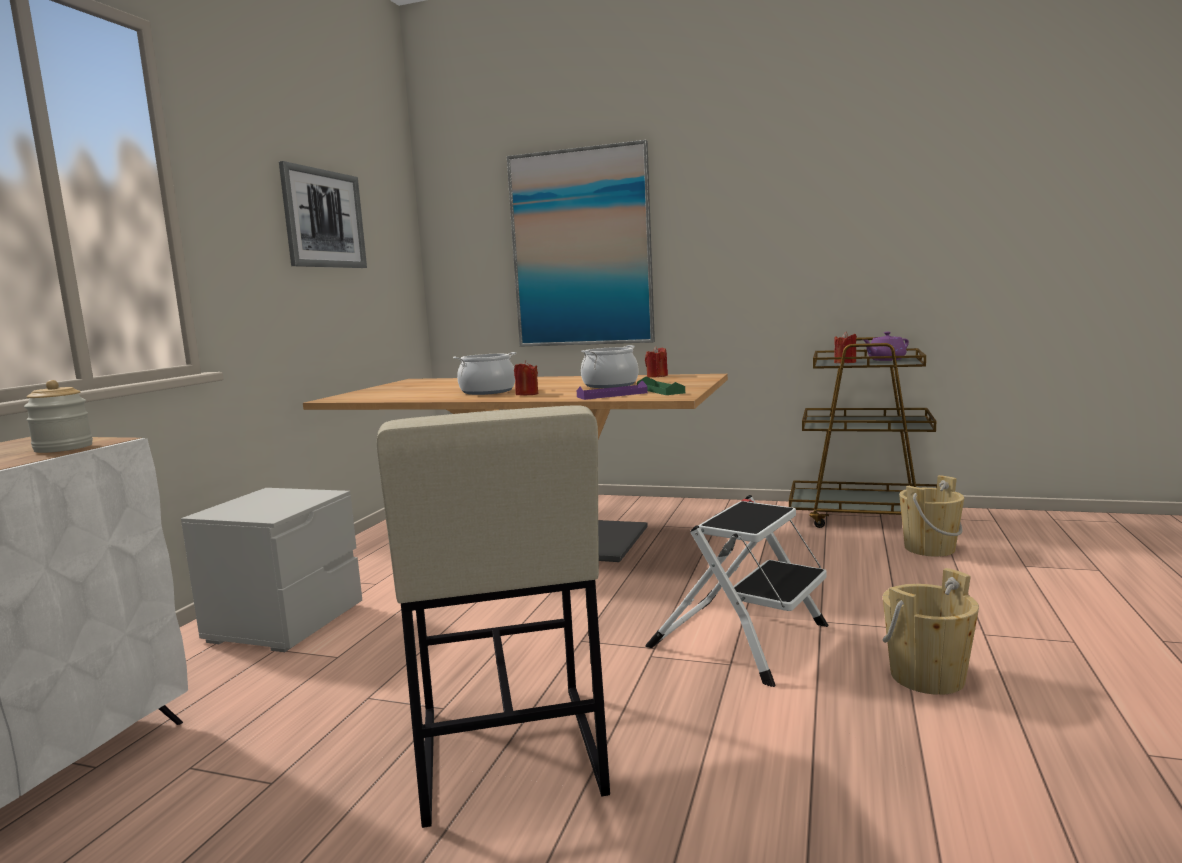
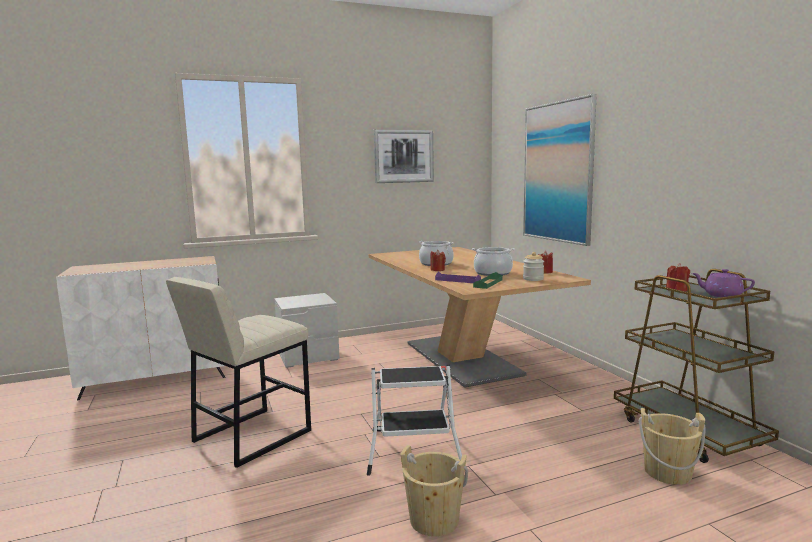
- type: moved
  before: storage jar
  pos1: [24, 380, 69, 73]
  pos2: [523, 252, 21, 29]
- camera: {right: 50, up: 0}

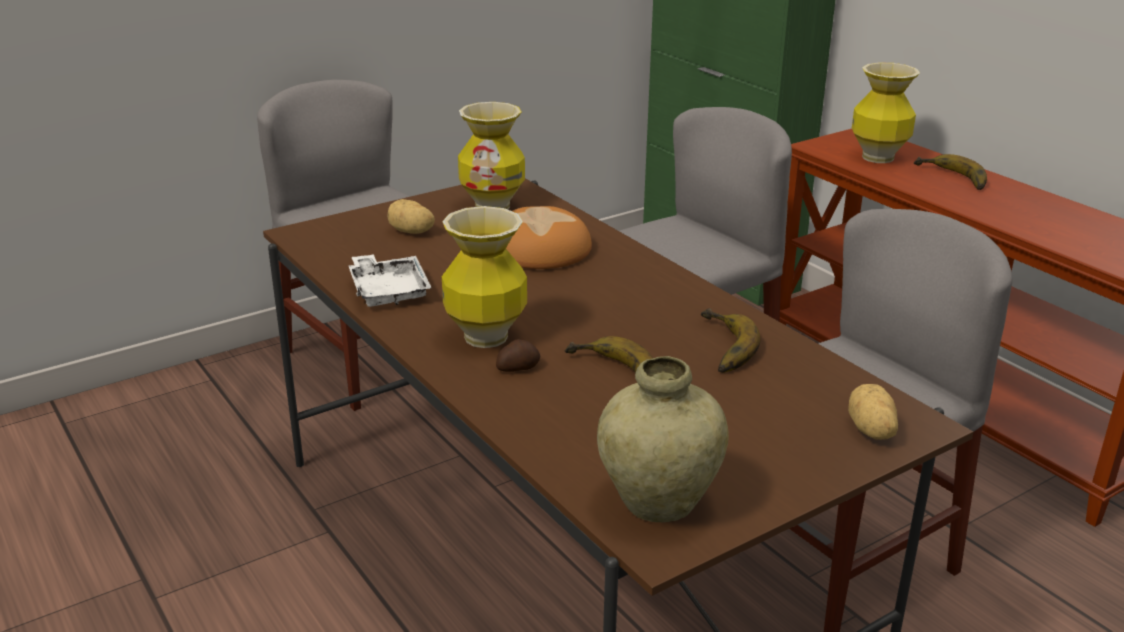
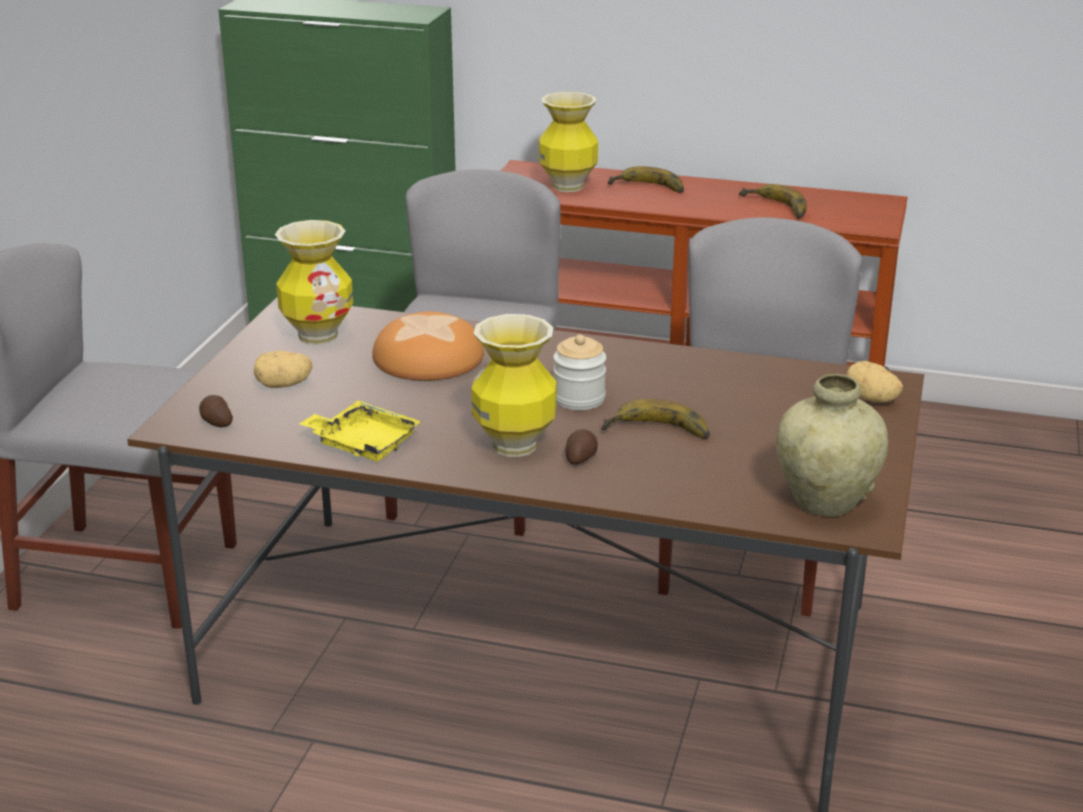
- type: recoloured
  before: whitish serving tray
  after: yellowish serving tray
  pos1: [349, 254, 83, 53]
  pos2: [299, 400, 122, 62]
- type: moved
  before: banana
  pos1: [701, 308, 60, 65]
  pos2: [739, 184, 68, 34]
- type: added
  after: storage jar
  pos2: [553, 334, 53, 76]
- type: added
  after: potato
  pos2: [199, 395, 34, 32]
- camera: {right: -40, up: 0}

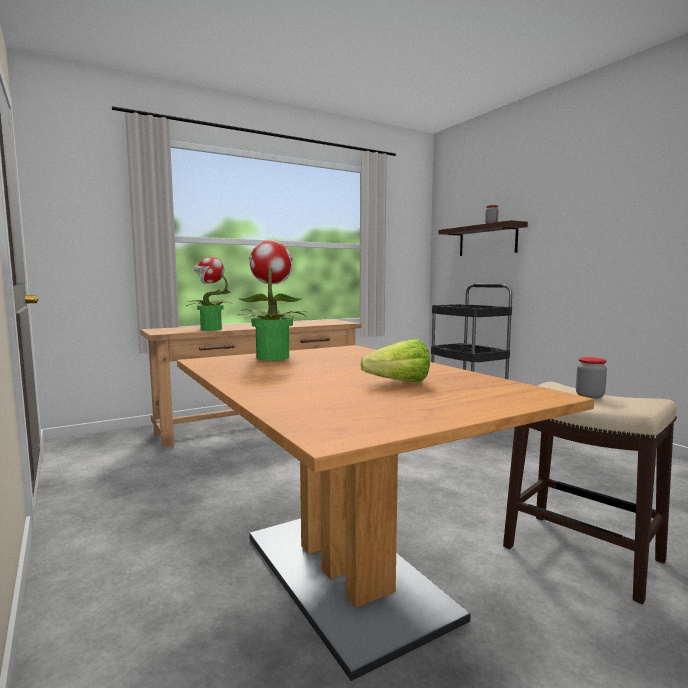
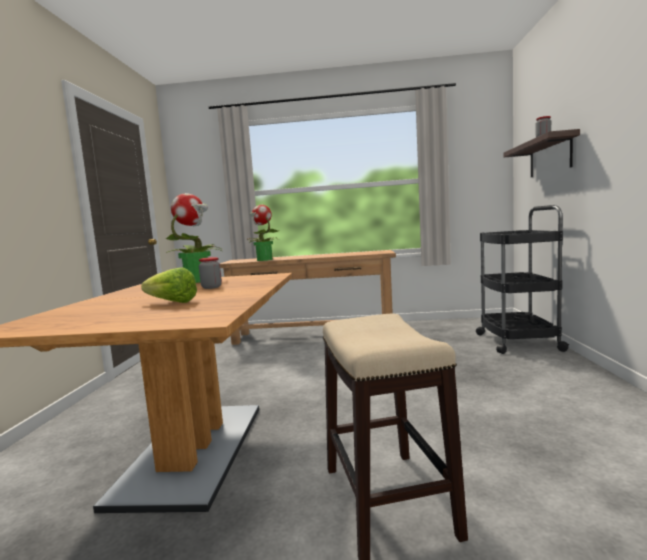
- type: moved
  before: storage jar
  pos1: [576, 357, 31, 42]
  pos2: [199, 257, 23, 32]
- camera: {right: 35, up: 0}

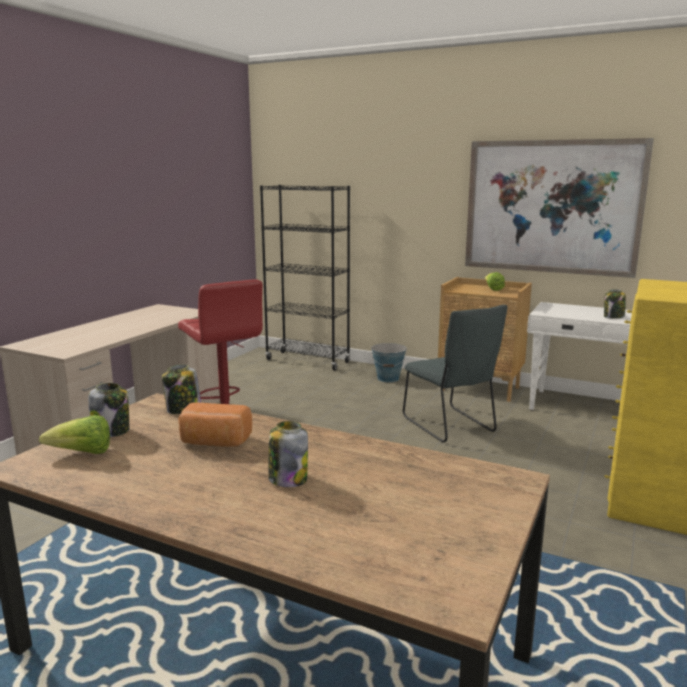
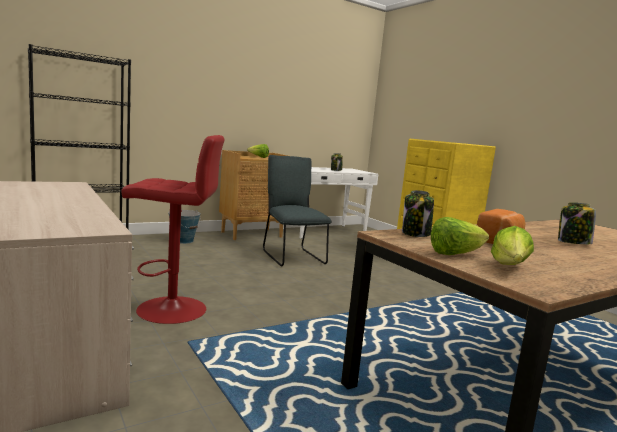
- type: removed
  before: picture
  pos1: [465, 138, 189, 140]
- type: turned
  before: greyish upright chair
  pos1: [403, 305, 104, 138]
  pos2: [263, 155, 69, 111]
  turn: -120
- type: replaced
  before: storage jar
  after: head of lettuce
  pos1: [89, 383, 40, 54]
  pos2: [431, 217, 58, 38]
- camera: {right: -60, up: -5}

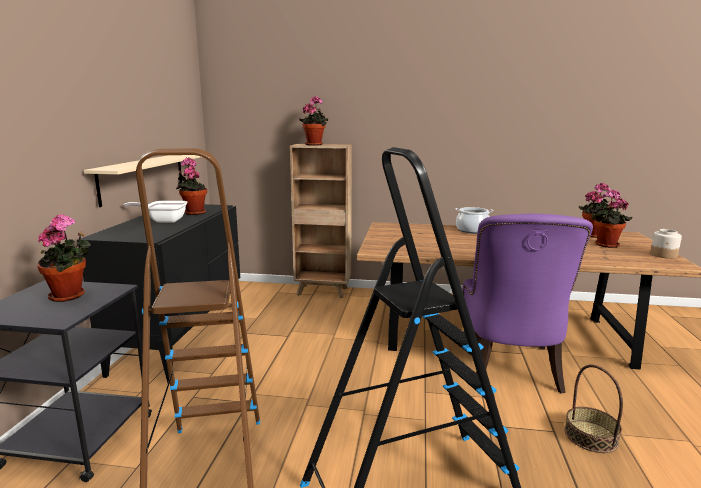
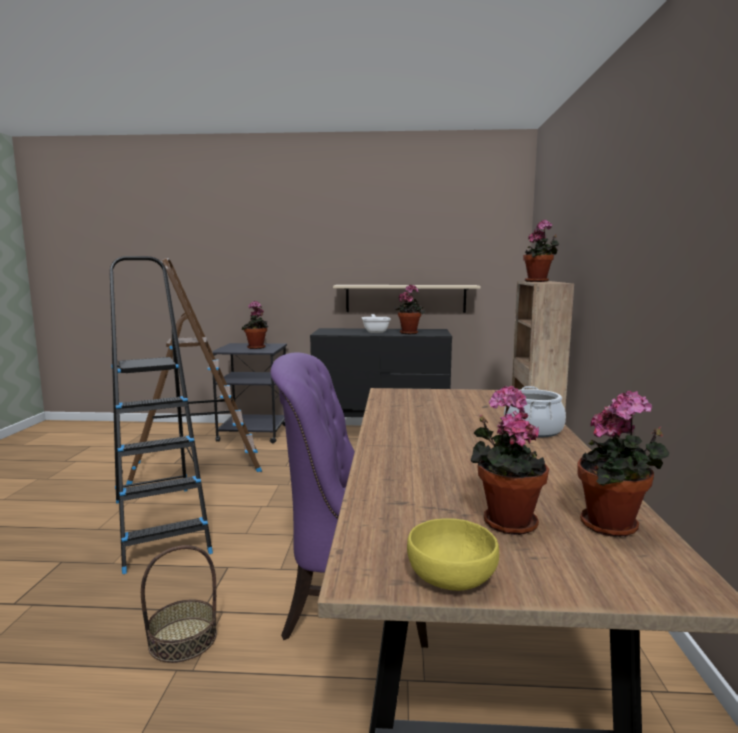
- type: replaced
  before: storage jar
  after: yellowish deep dish
  pos1: [650, 229, 32, 30]
  pos2: [407, 518, 92, 73]
- camera: {right: 85, up: -5}

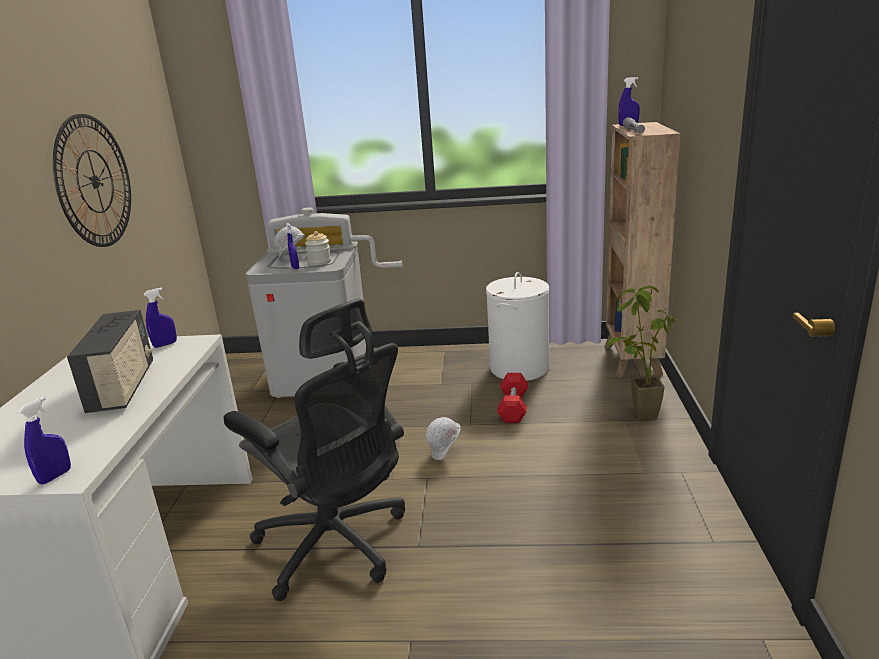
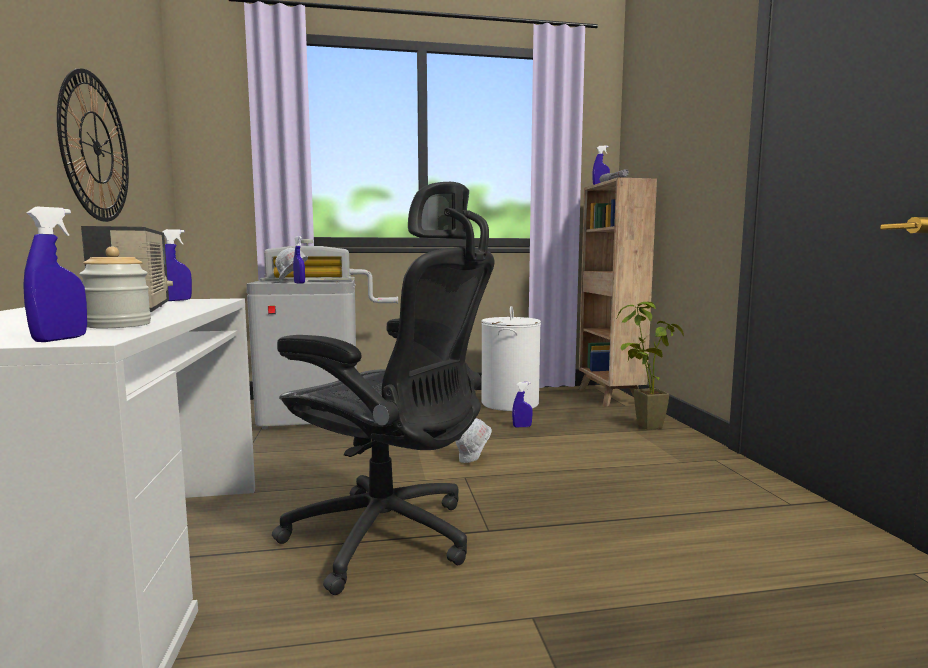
- type: moved
  before: storage jar
  pos1: [305, 231, 26, 35]
  pos2: [79, 247, 72, 81]
- type: replaced
  before: red-coloured free weight
  after: blue-coloured spray bottle
  pos1: [497, 373, 31, 50]
  pos2: [512, 382, 21, 45]
- camera: {right: -15, up: -15}

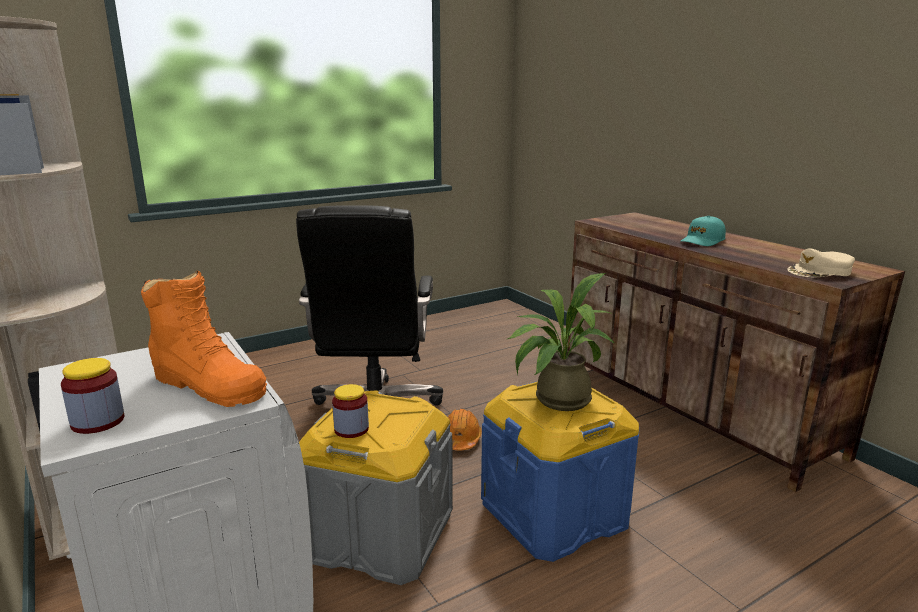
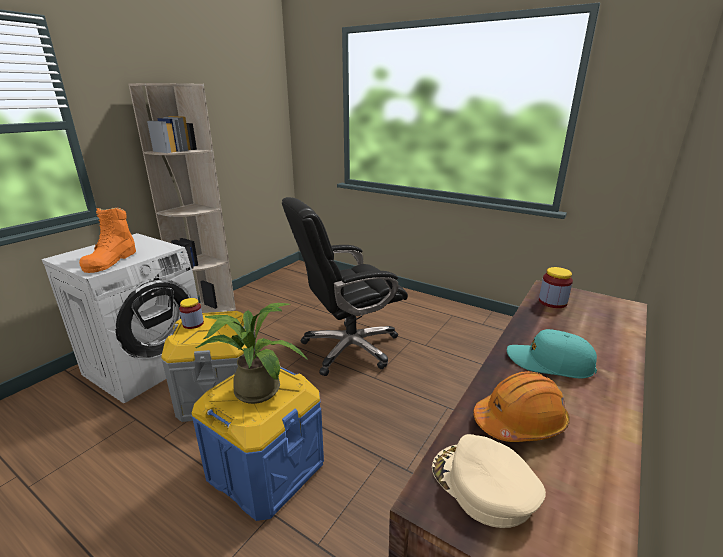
- type: moved
  before: storage jar
  pos1: [61, 358, 63, 76]
  pos2: [539, 267, 34, 41]
- type: moved
  before: orange-coloured hard hat
  pos1: [448, 409, 34, 41]
  pos2: [473, 371, 97, 71]
- camera: {right: 65, up: 5}

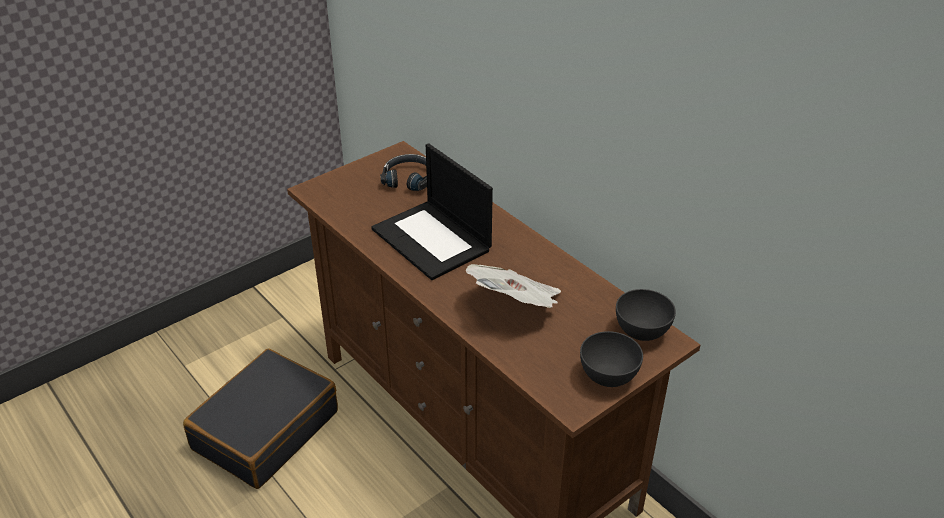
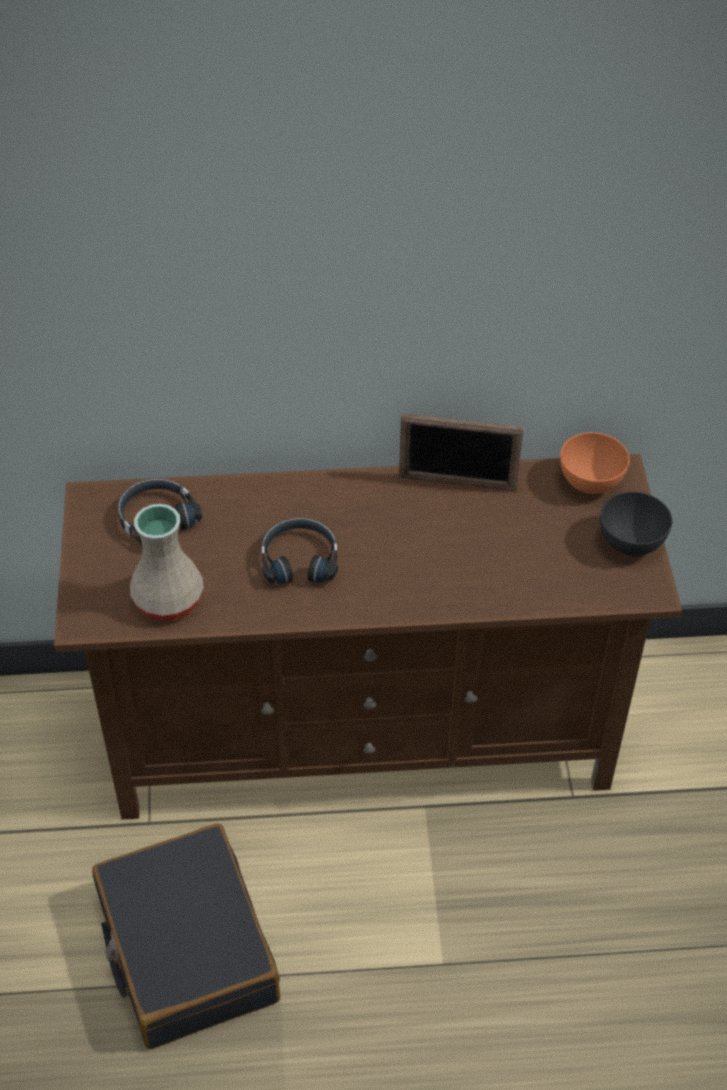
- type: replaced
  before: laptop
  after: black headphones
  pos1: [371, 143, 122, 137]
  pos2: [262, 518, 76, 66]
- type: removed
  before: printed paper
  pos1: [466, 264, 95, 44]
- type: recoloured
  before: greyish deep dish
  after: orange-coloured deep dish
  pos1: [616, 289, 60, 52]
  pos2: [560, 432, 70, 62]
- type: added
  after: picture frame
  pos2: [399, 414, 125, 77]
- type: added
  after: beige-coloured decorative vase
  pos2: [130, 504, 74, 117]
- camera: {right: -55, up: 10}

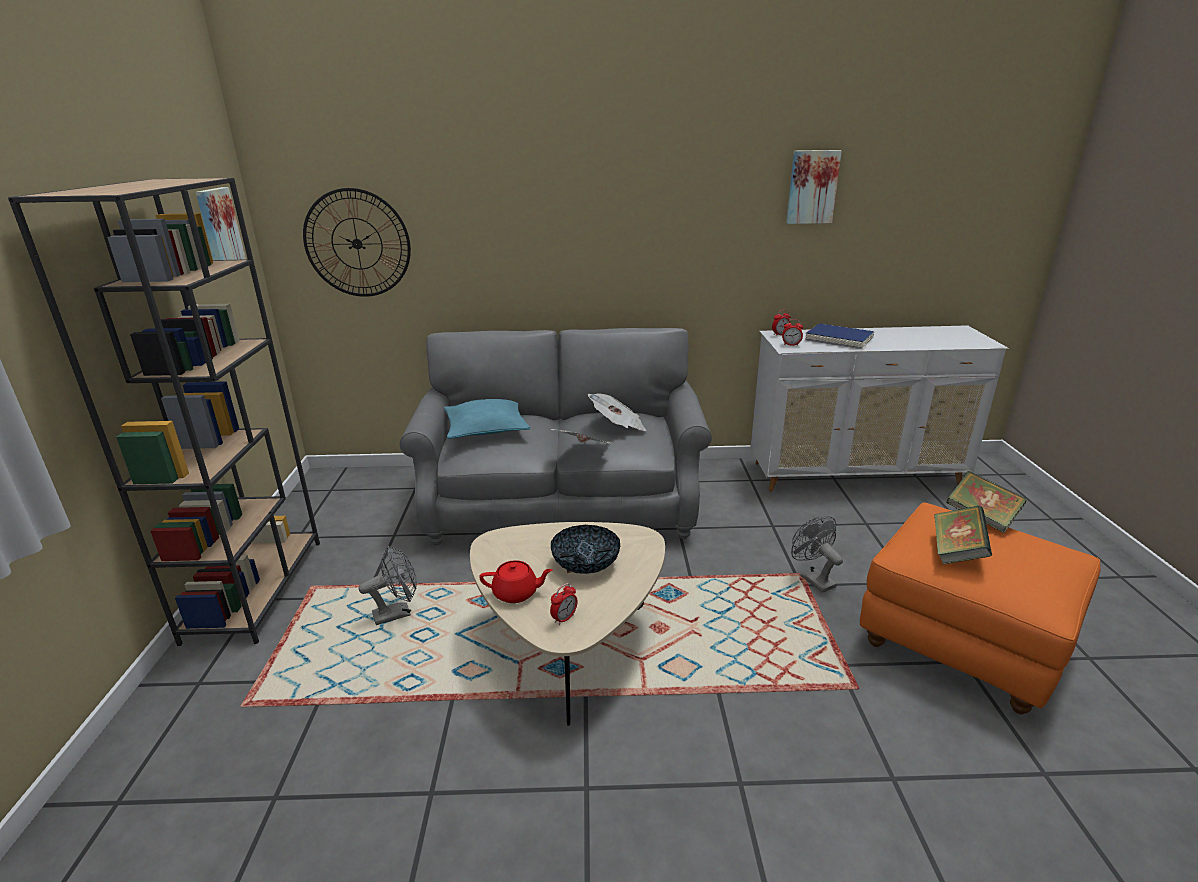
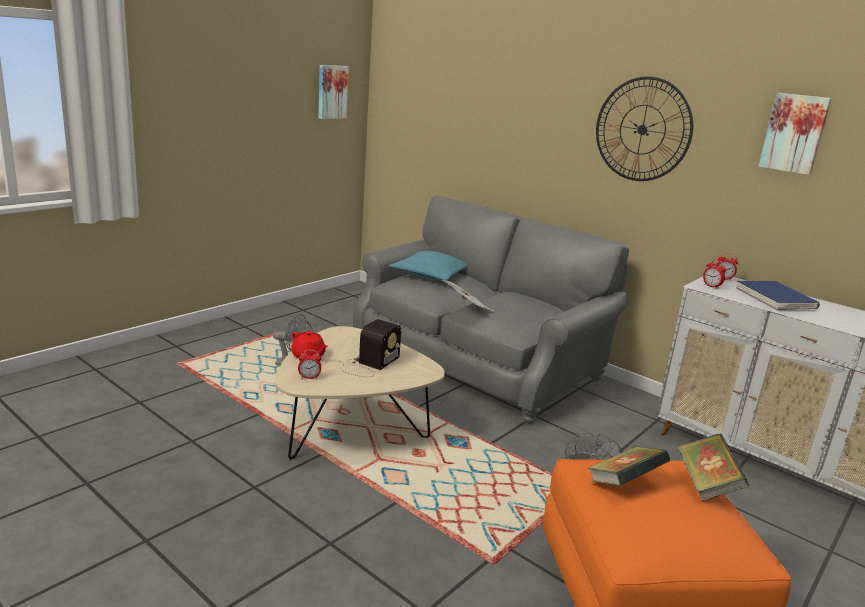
- type: removed
  before: bookshelf
  pos1: [8, 178, 312, 468]
- type: moved
  before: wall clock
  pos1: [303, 188, 108, 109]
  pos2: [596, 76, 97, 105]
- type: removed
  before: printed paper
  pos1: [588, 393, 59, 38]
- type: replaced
  before: deep dish
  after: radio set
  pos1: [551, 525, 69, 49]
  pos2: [338, 319, 63, 58]
- camera: {right: 40, up: -5}

